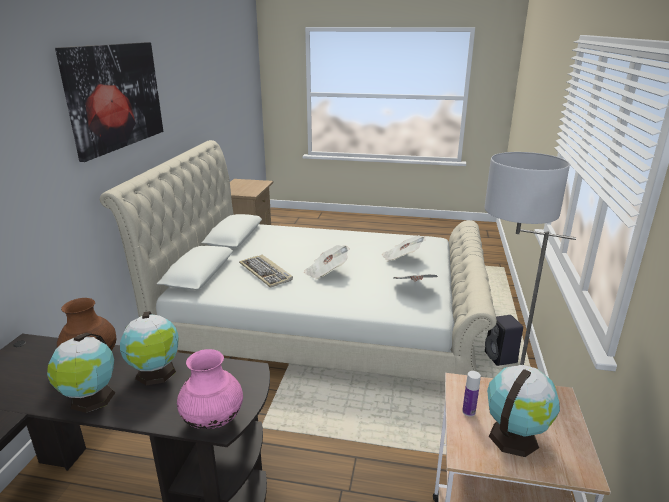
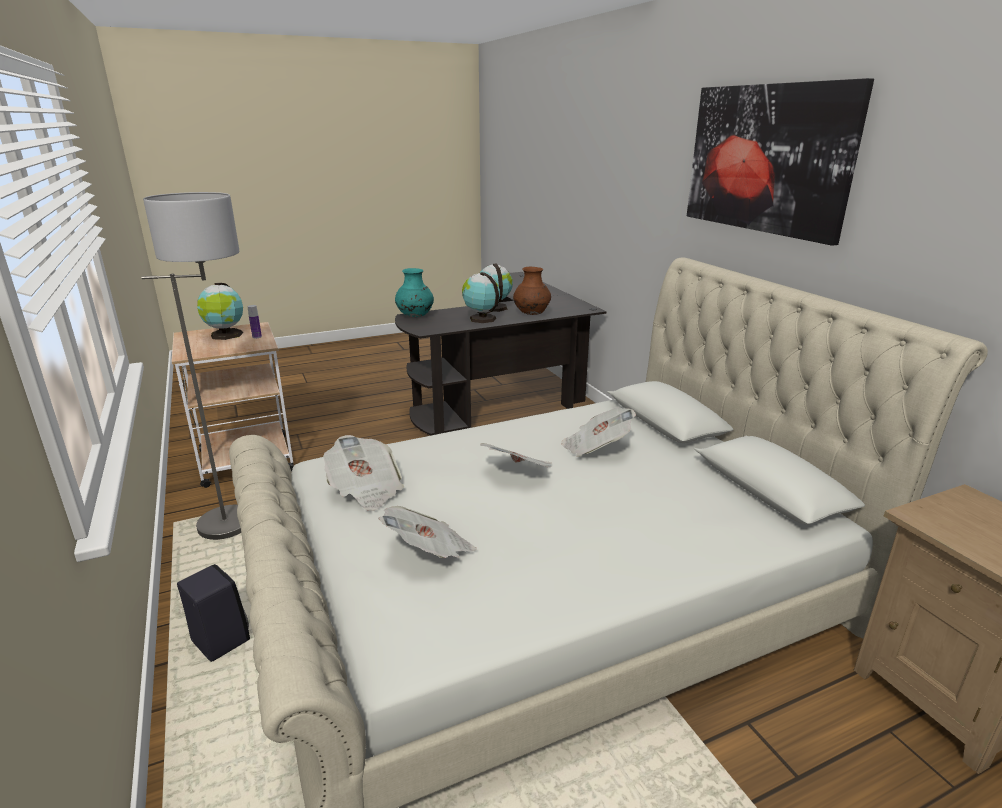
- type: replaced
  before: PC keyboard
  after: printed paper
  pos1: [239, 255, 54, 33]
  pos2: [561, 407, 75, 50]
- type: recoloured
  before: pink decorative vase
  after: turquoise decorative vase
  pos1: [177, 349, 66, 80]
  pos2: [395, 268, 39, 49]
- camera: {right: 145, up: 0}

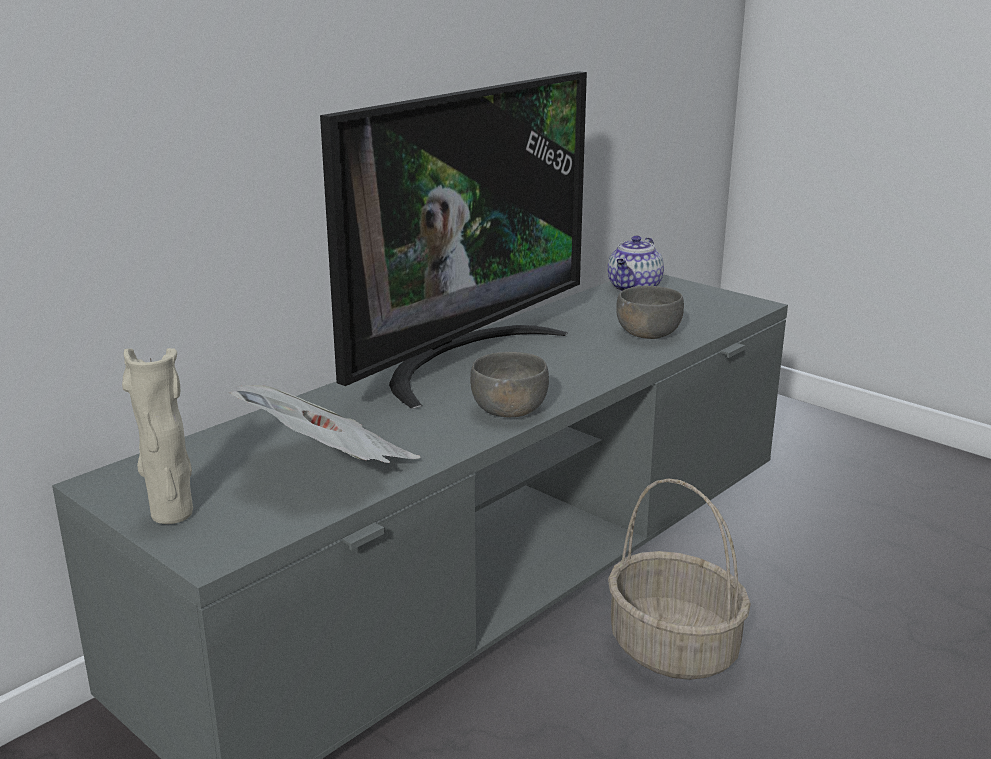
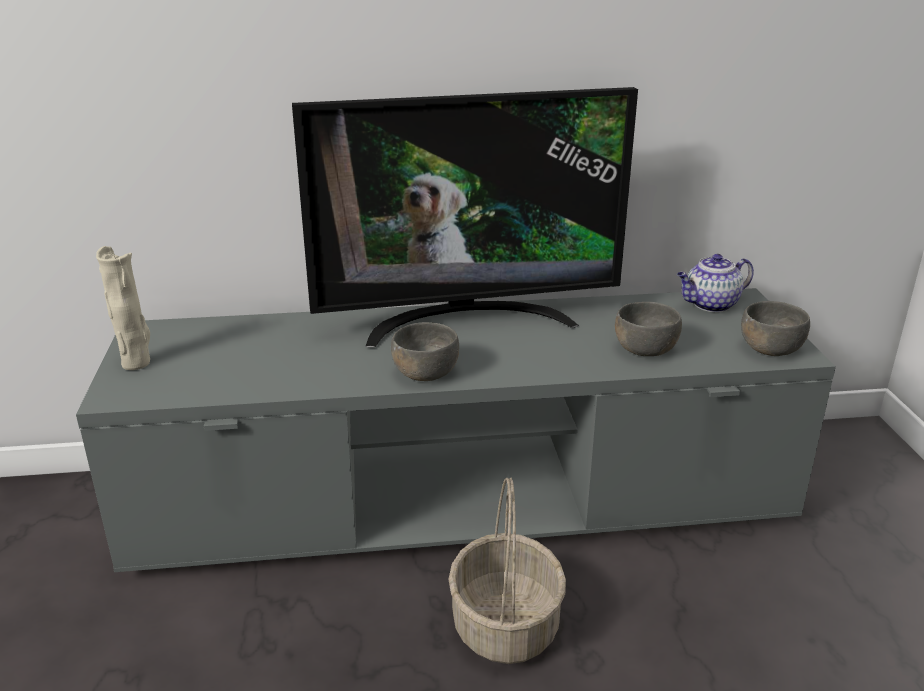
- type: removed
  before: printed paper
  pos1: [229, 385, 192, 78]
- type: added
  after: greyish deep dish
  pos2: [741, 301, 69, 55]
- camera: {right: 40, up: 5}

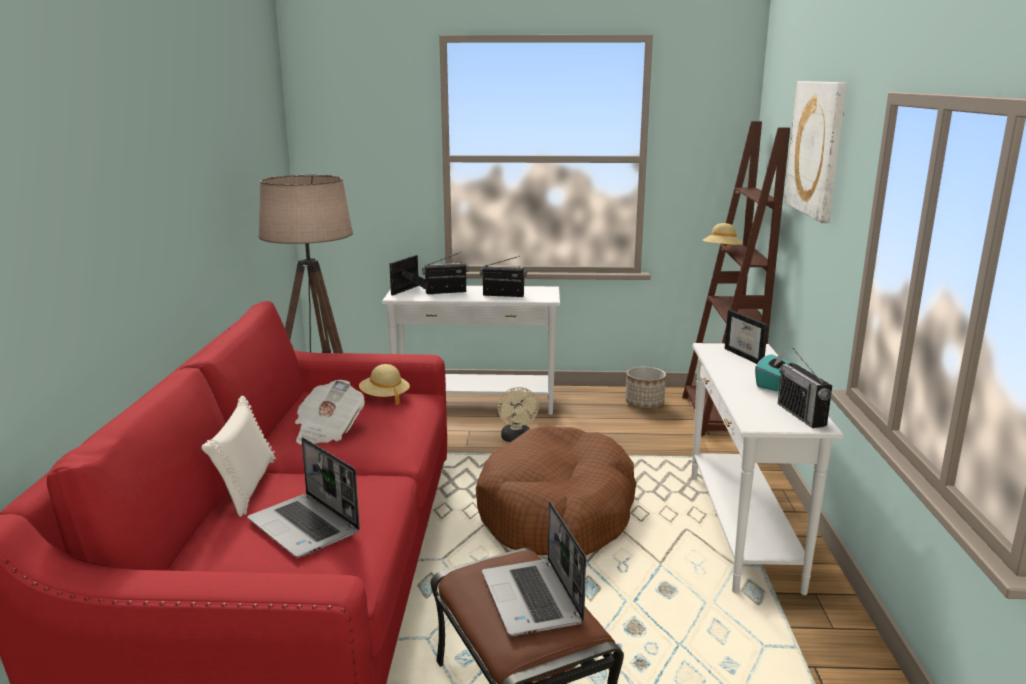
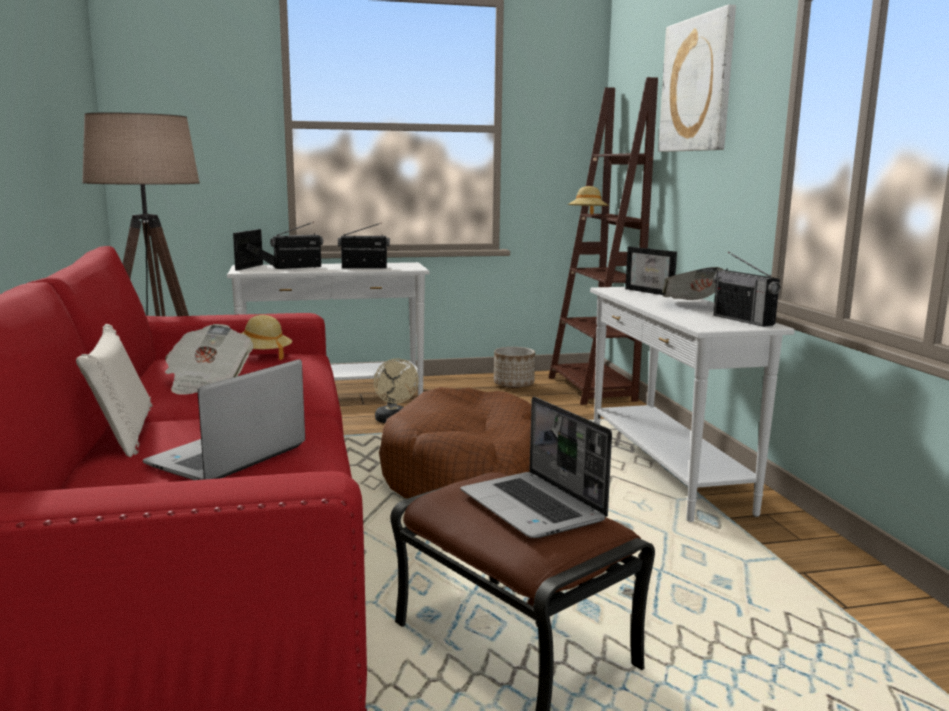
- type: replaced
  before: turquoise box of tissues
  after: printed paper
  pos1: [755, 352, 36, 39]
  pos2: [662, 267, 61, 33]
- type: turned
  before: laptop
  pos1: [247, 437, 113, 120]
  pos2: [143, 359, 162, 121]
  turn: 90
- camera: {right: -15, up: -5}

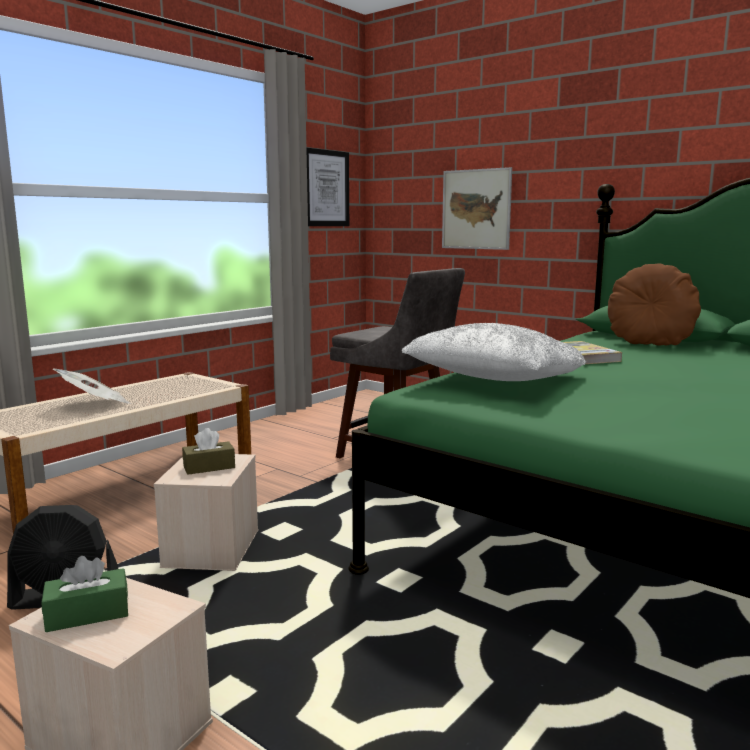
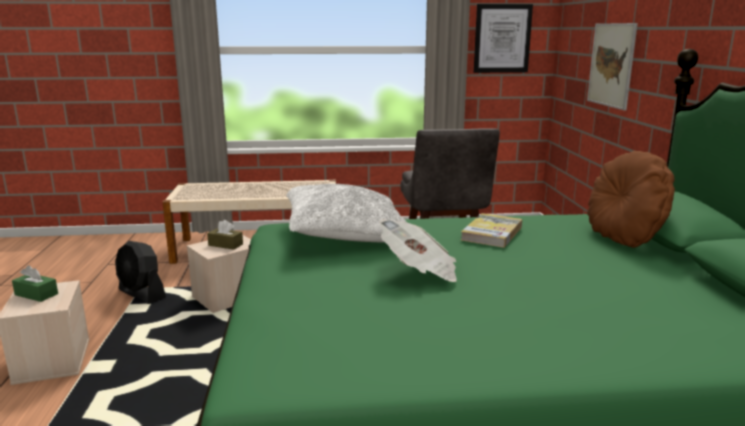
- type: moved
  before: printed paper
  pos1: [53, 369, 78, 35]
  pos2: [380, 219, 76, 63]
- camera: {right: 45, up: 5}

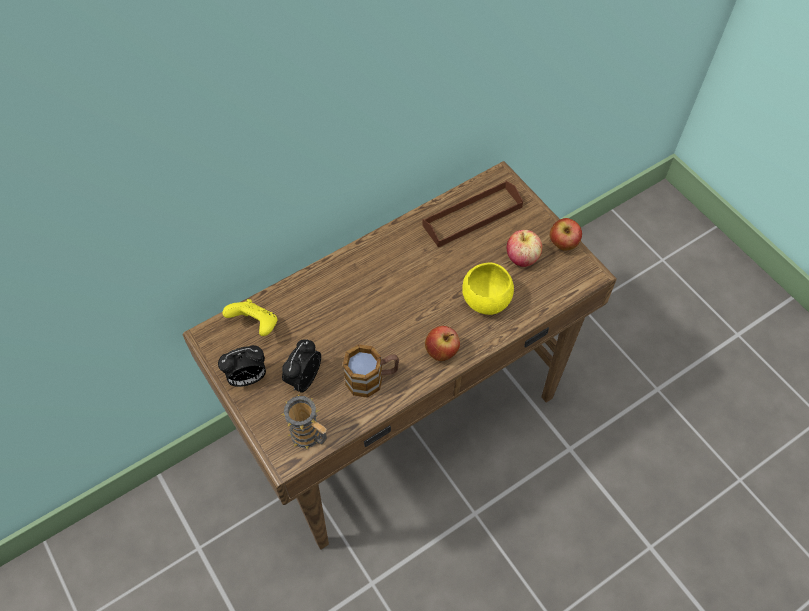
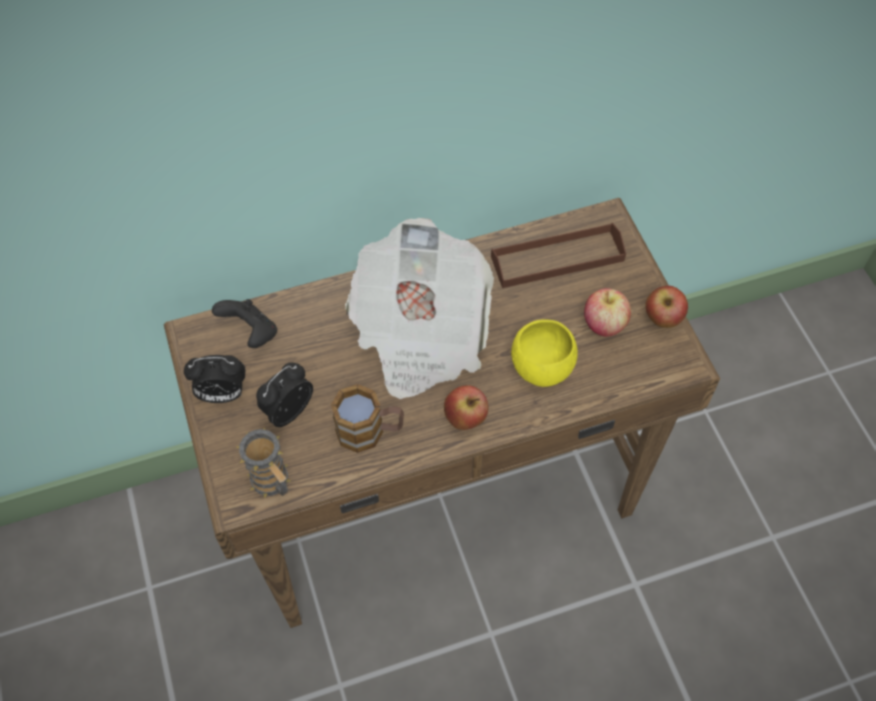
- type: recoloured
  before: yellowish gamepad
  after: black gamepad
  pos1: [222, 299, 55, 37]
  pos2: [212, 299, 65, 49]
- type: added
  after: printed paper
  pos2: [345, 218, 149, 181]
- camera: {right: 15, up: 0}

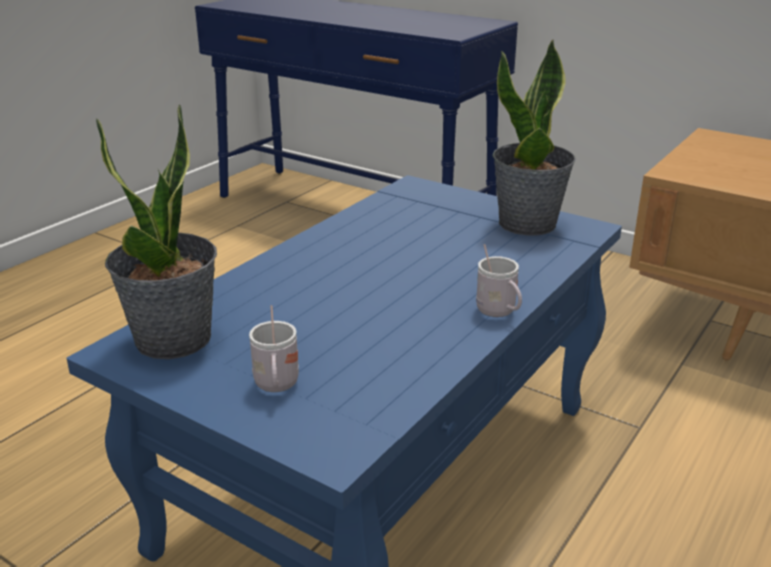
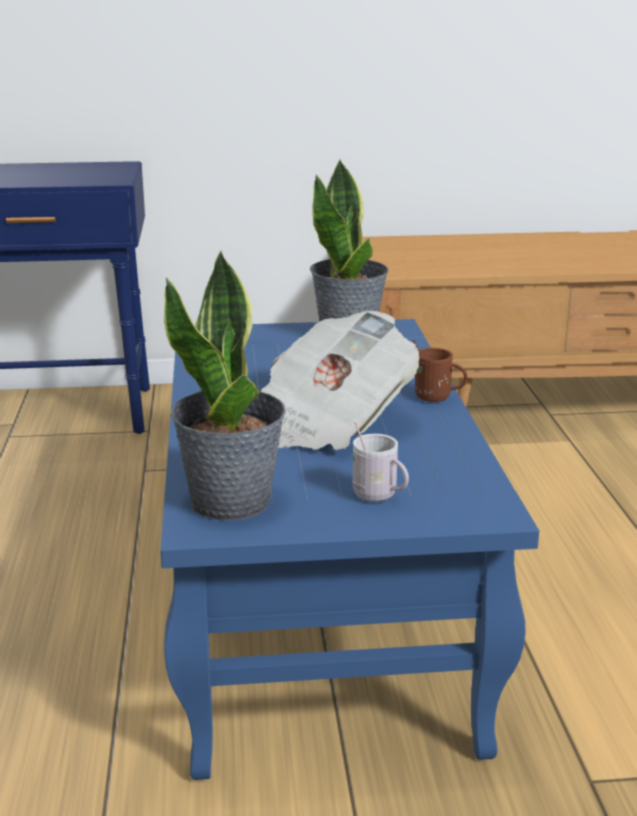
- type: recoloured
  before: whitish tea mug
  after: brown-coloured tea mug
  pos1: [476, 244, 46, 73]
  pos2: [413, 340, 55, 62]
- type: added
  after: printed paper
  pos2: [260, 311, 159, 139]
- camera: {right: -40, up: -5}

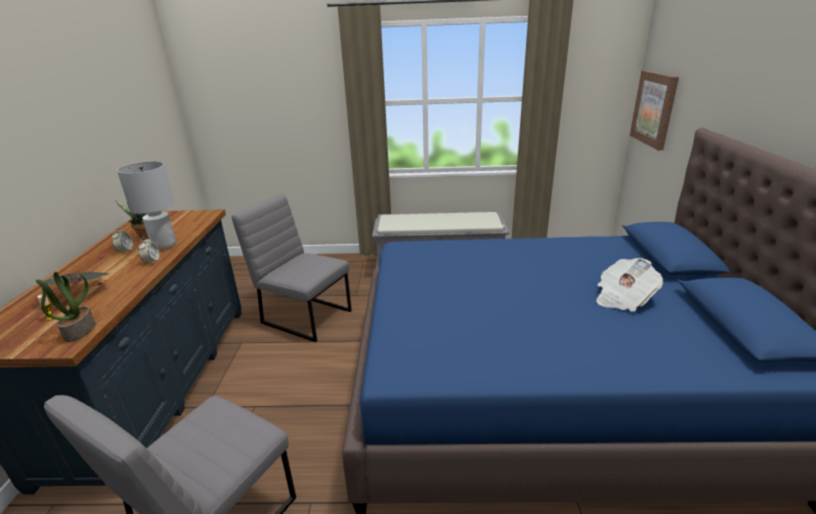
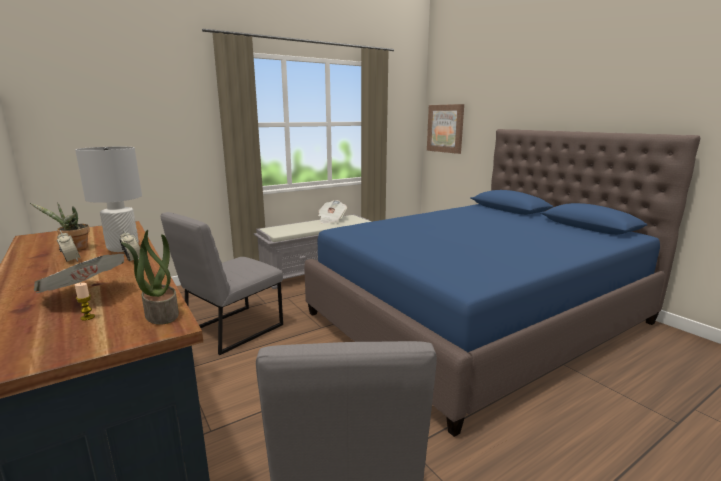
- type: turned
  before: greyish upright chair
  pos1: [231, 194, 121, 148]
  pos2: [160, 212, 123, 143]
  turn: -45
- type: moved
  before: printed paper
  pos1: [596, 258, 67, 53]
  pos2: [318, 200, 29, 23]
- camera: {right: -35, up: -10}

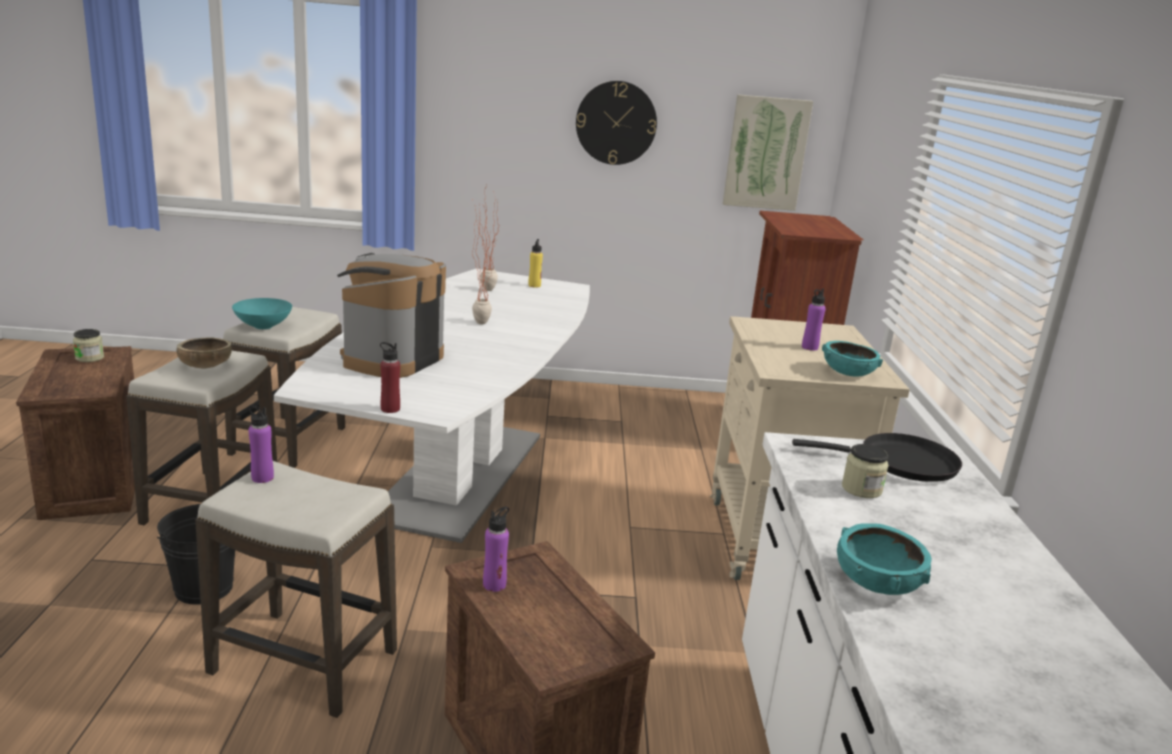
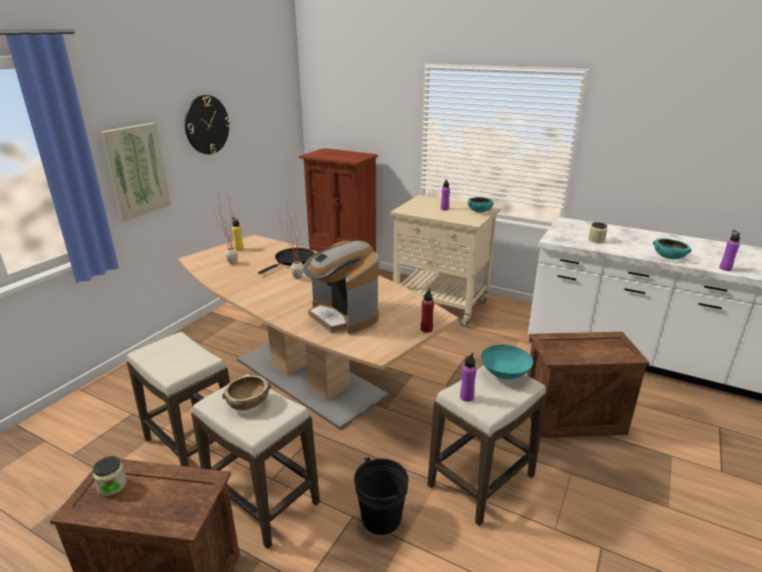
- type: moved
  before: picture
  pos1: [723, 94, 90, 117]
  pos2: [100, 123, 71, 98]
- type: recoloured
  before: whitish dining table
  after: brown-coloured dining table
  pos1: [274, 269, 316, 274]
  pos2: [178, 235, 280, 194]
- type: moved
  before: turquoise deep dish
  pos1: [232, 298, 60, 31]
  pos2: [481, 345, 52, 34]
- type: moved
  before: black skillet
  pos1: [792, 433, 170, 49]
  pos2: [258, 248, 57, 26]
- type: moved
  before: purple-coloured beverage bottle
  pos1: [483, 507, 26, 85]
  pos2: [719, 230, 21, 41]
- camera: {right: -60, up: 5}

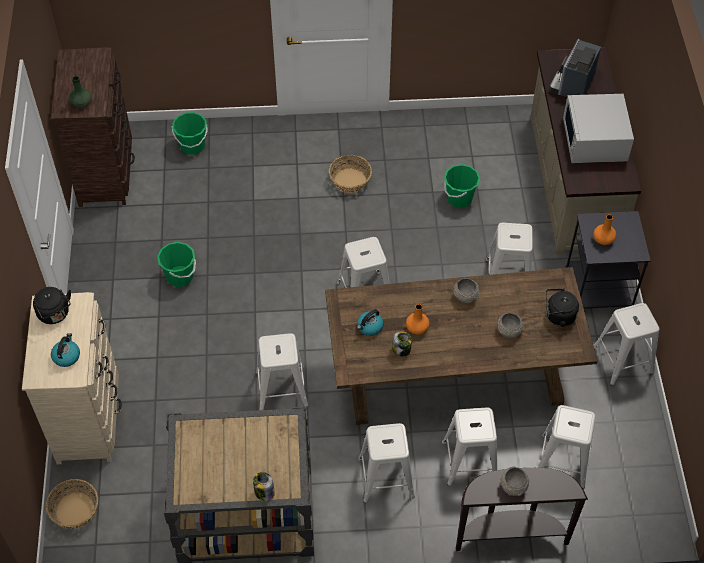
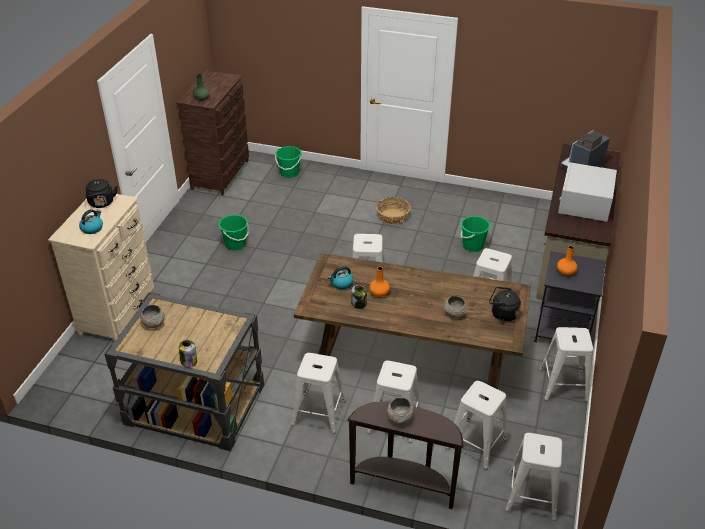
- type: moved
  before: greyish deep dish
  pos1: [454, 278, 25, 25]
  pos2: [140, 305, 25, 23]
- type: moved
  before: whitish stool
  pos1: [256, 333, 53, 77]
  pos2: [505, 433, 57, 88]
- type: removed
  before: basket
  pos1: [46, 479, 52, 50]
- camera: {right: 20, up: -15}

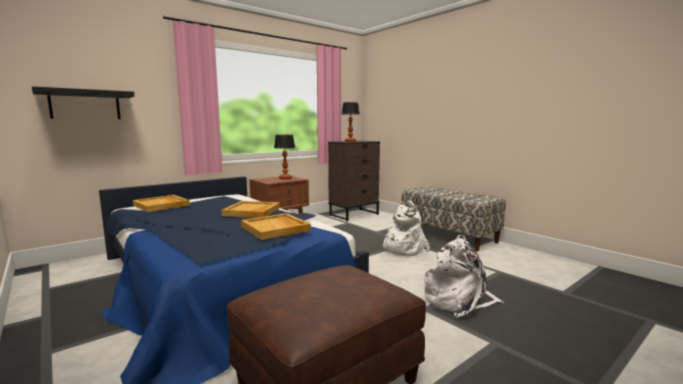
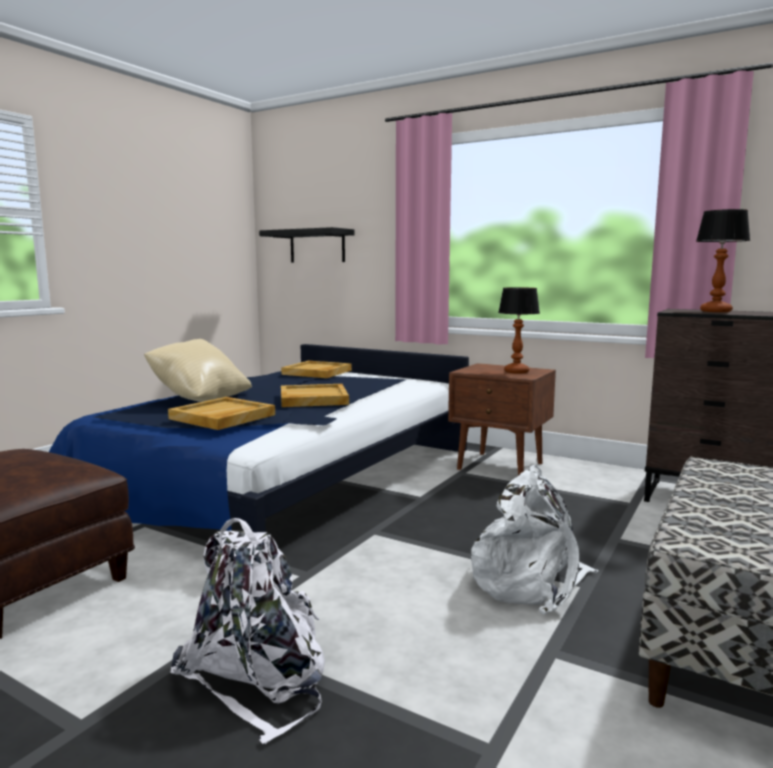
- type: added
  after: beige-coloured cushion
  pos2: [144, 339, 108, 63]
- camera: {right: 70, up: 0}

